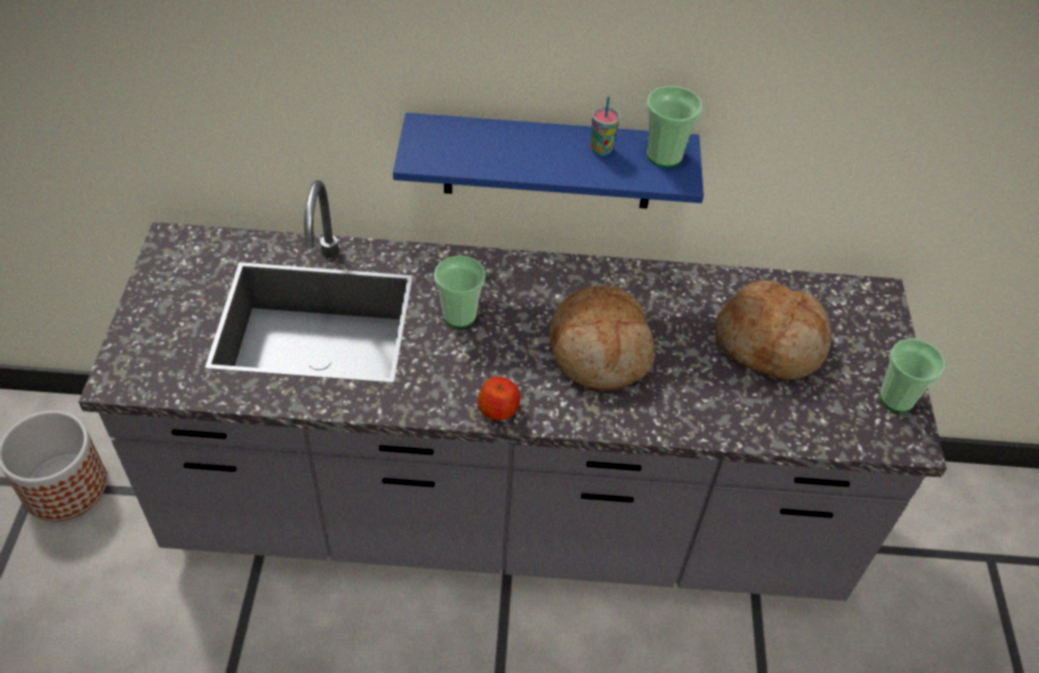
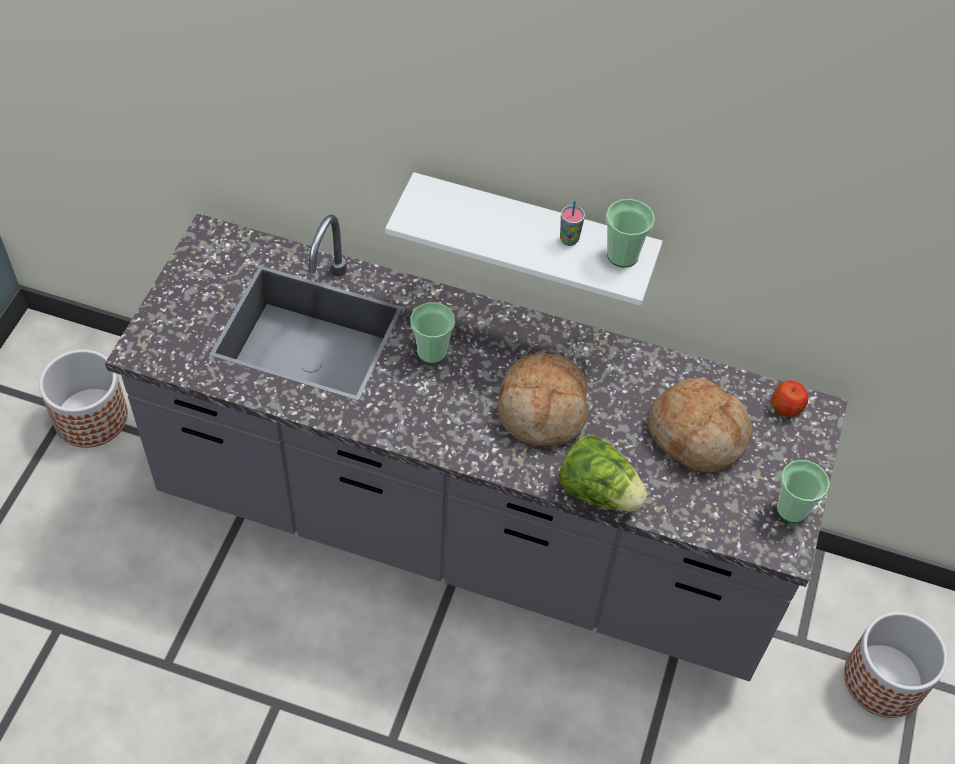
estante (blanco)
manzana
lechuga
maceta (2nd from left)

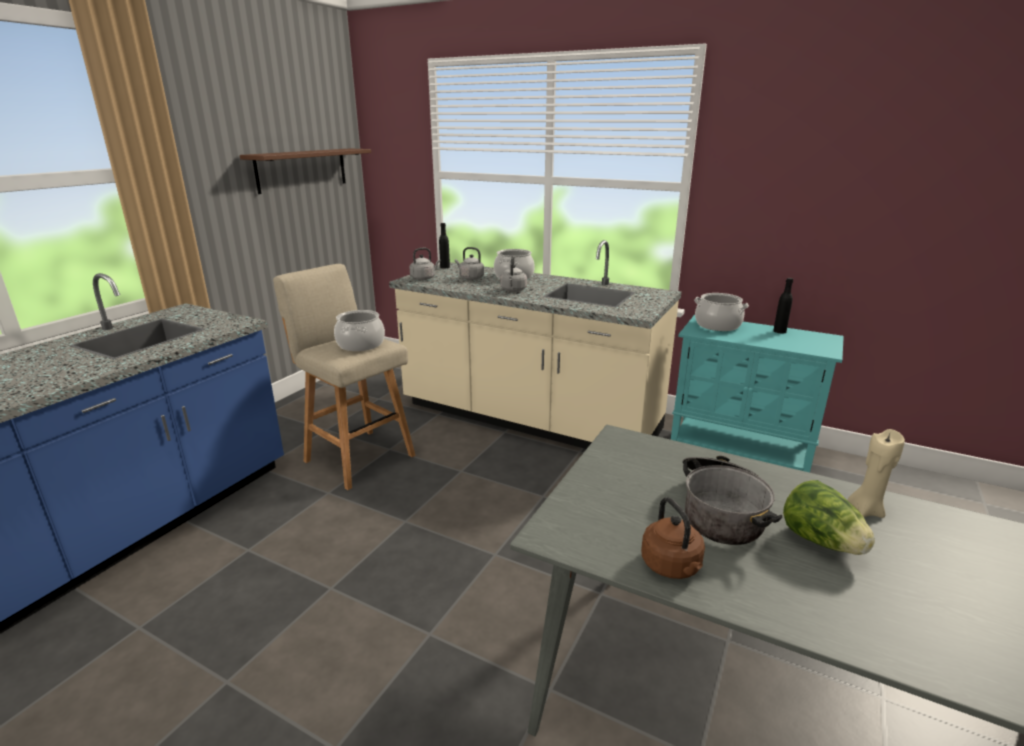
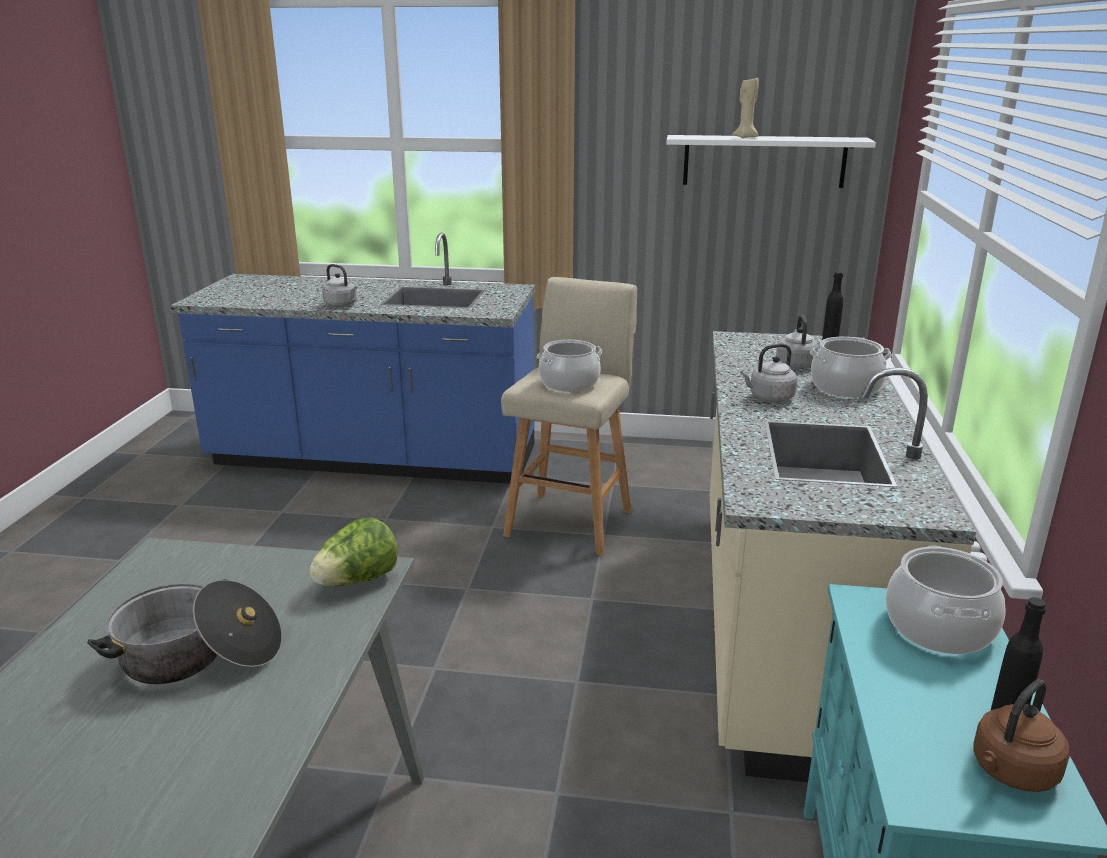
estante (blanco)
hervidor (gris) (1st from left)
vela (beis)
lechuga
hervidor (marrón)

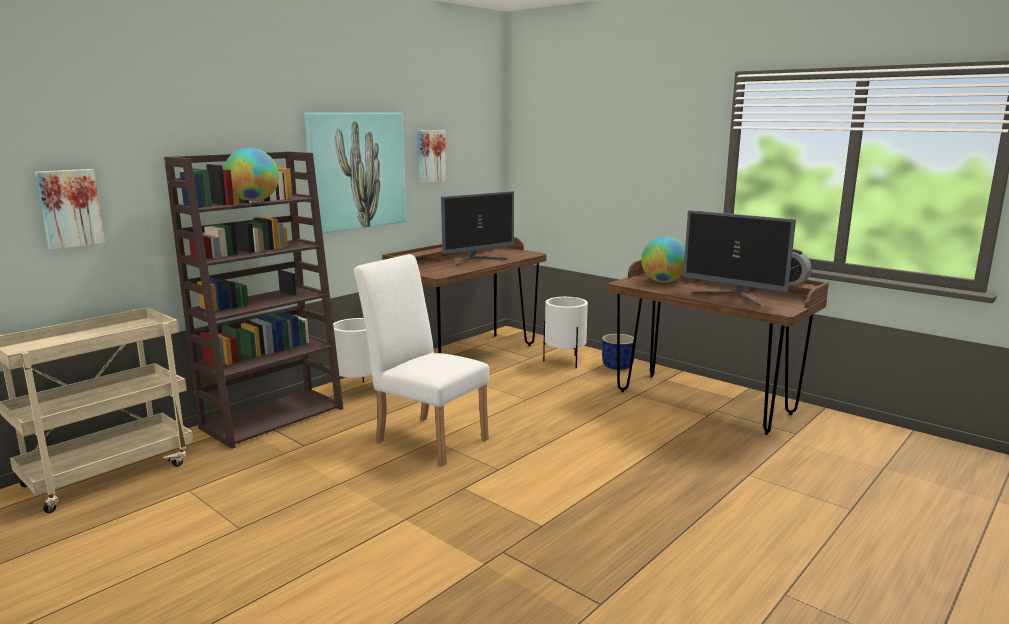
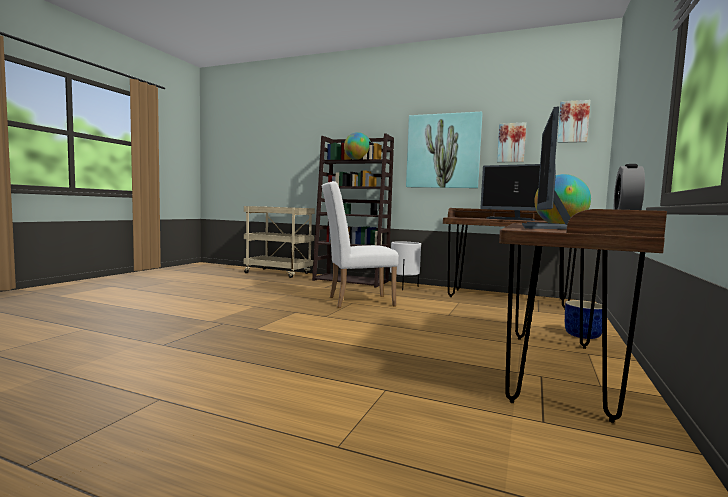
cuadro (3rd from left)
silla (blanco)
maceta (blanco) (2nd from left in the first image)

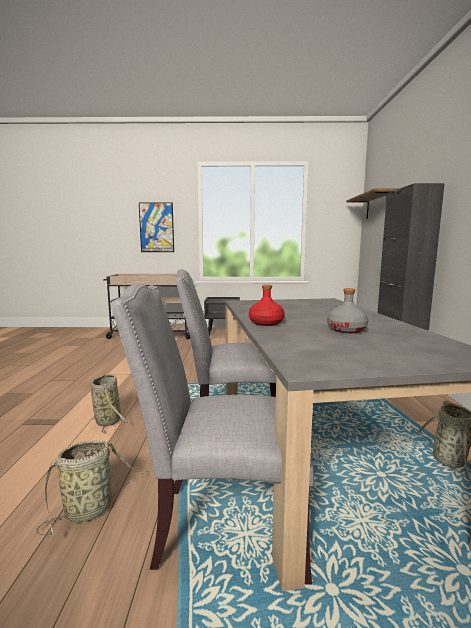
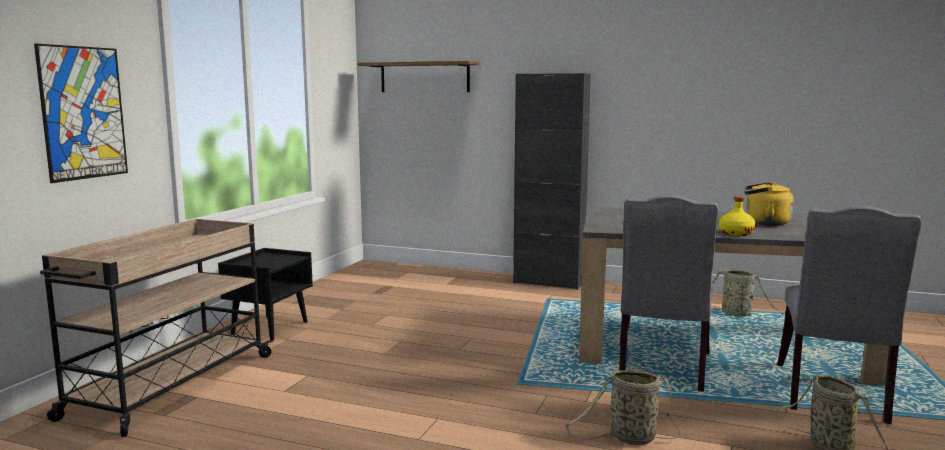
botella (amarillo)
hervidor (amarillo)

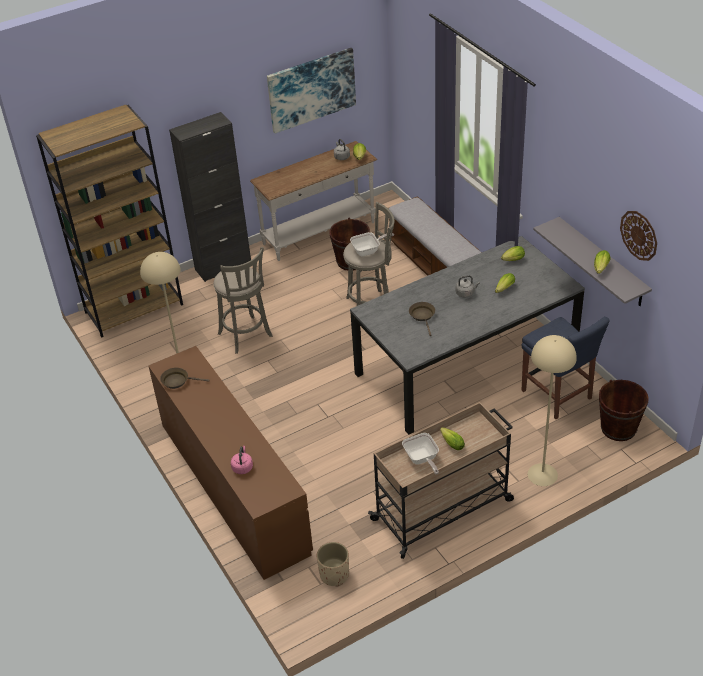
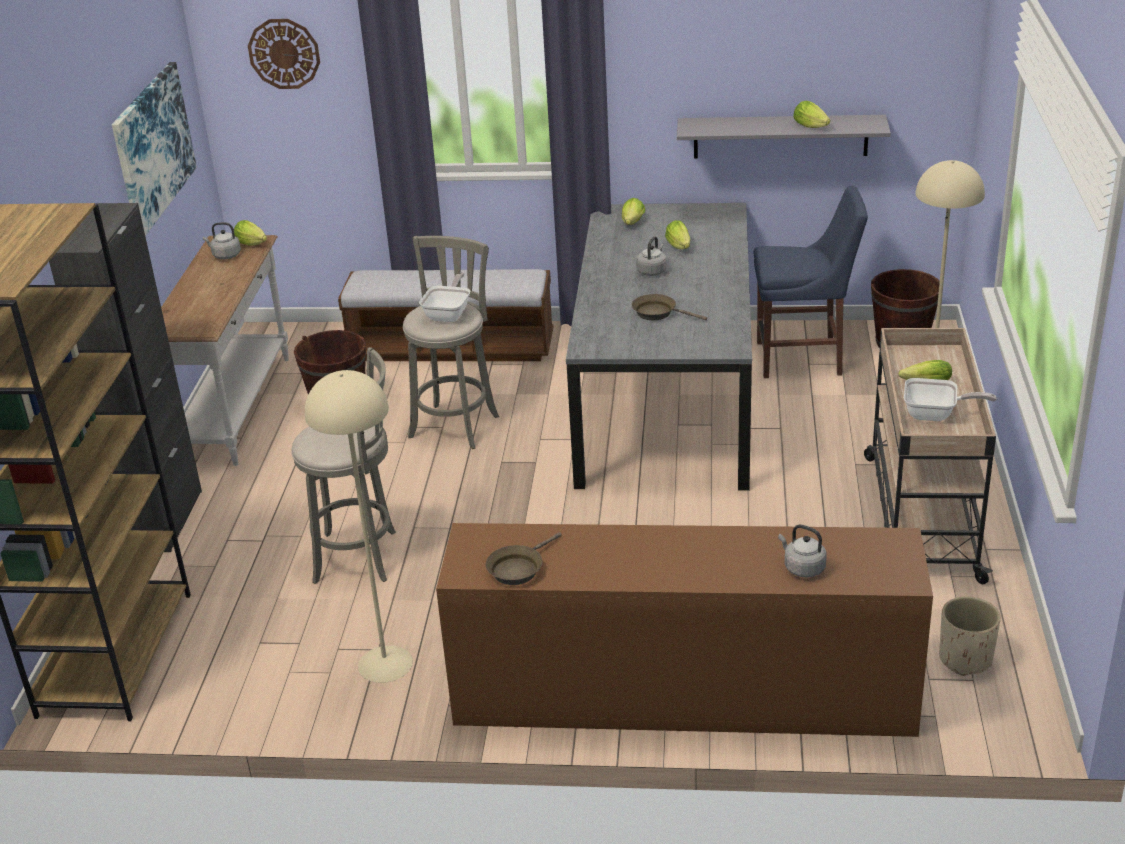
reloj de pared
hervidor (gris) (3rd from left)

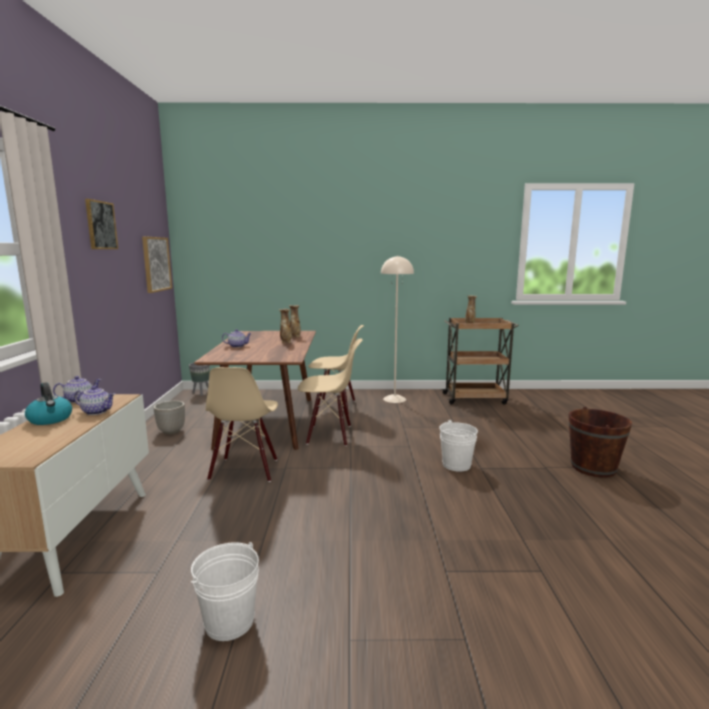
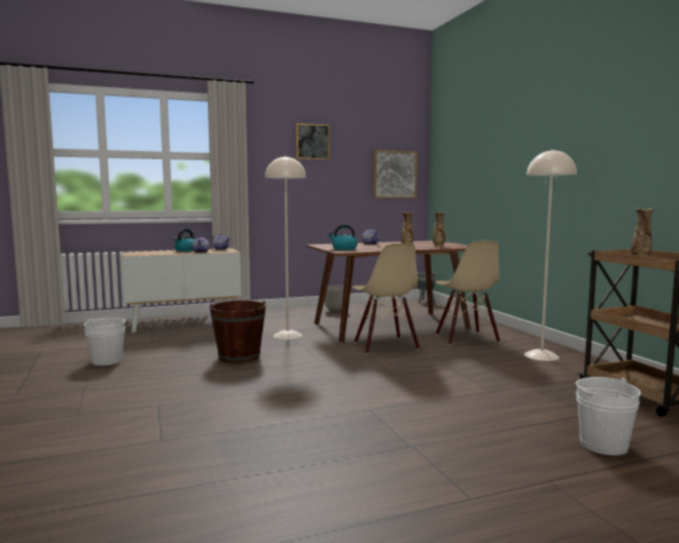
lámpara de pie (beis) (1st from left)
cubo (marrón)
cubo (blanco) (2nd from left)
hervidor (2nd from left)

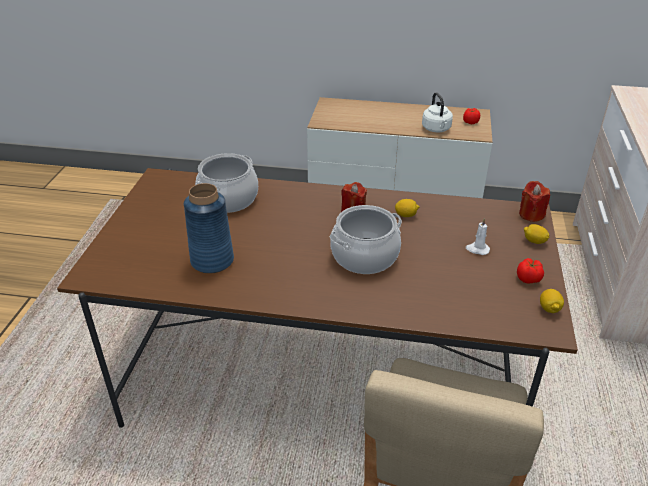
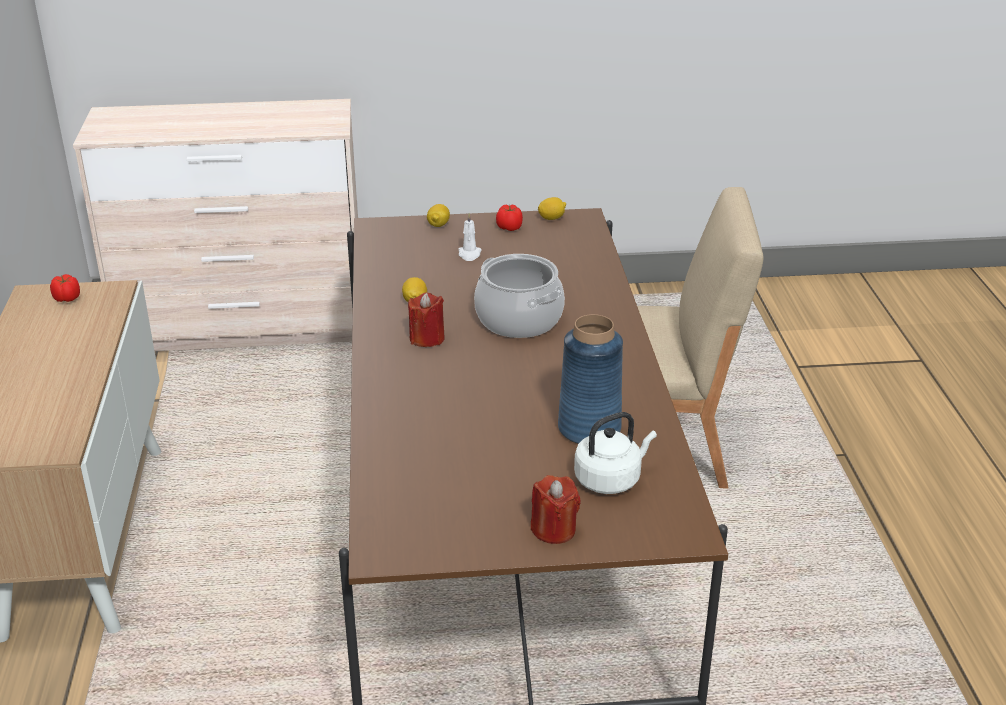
hervidor (blanco)
olla (1st from left in the first image)
vela (rojo) (2nd from left)

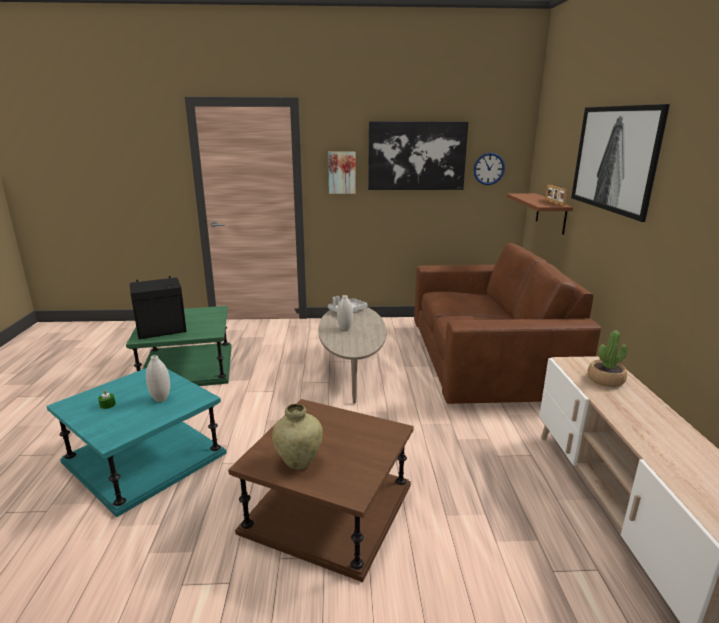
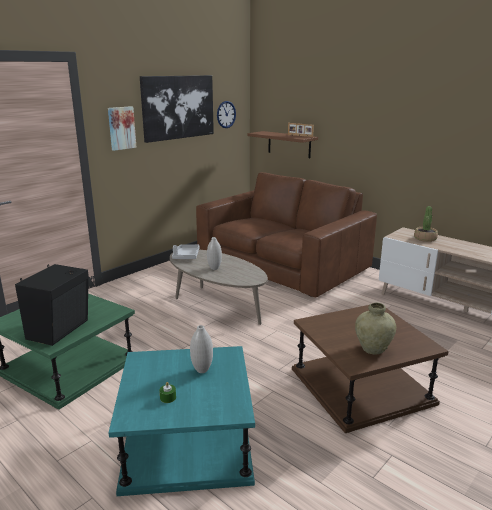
cuadro (3rd from left in the first image)

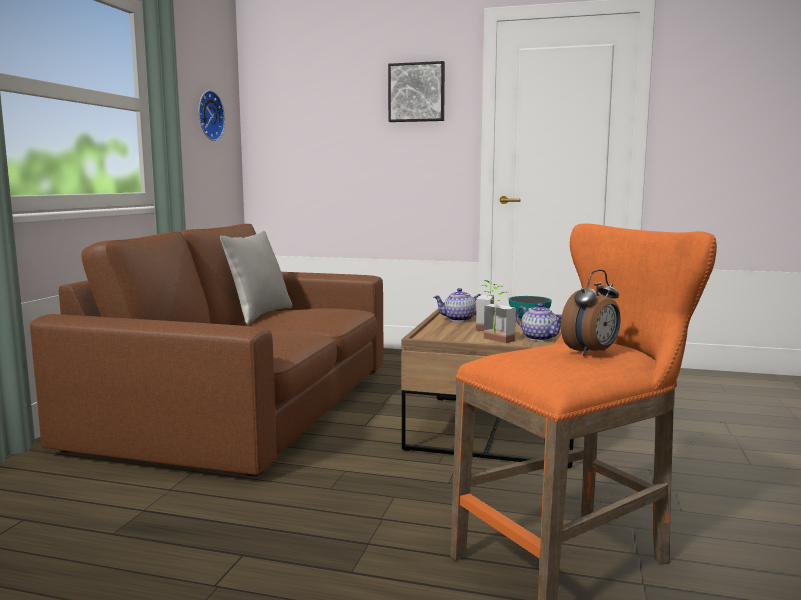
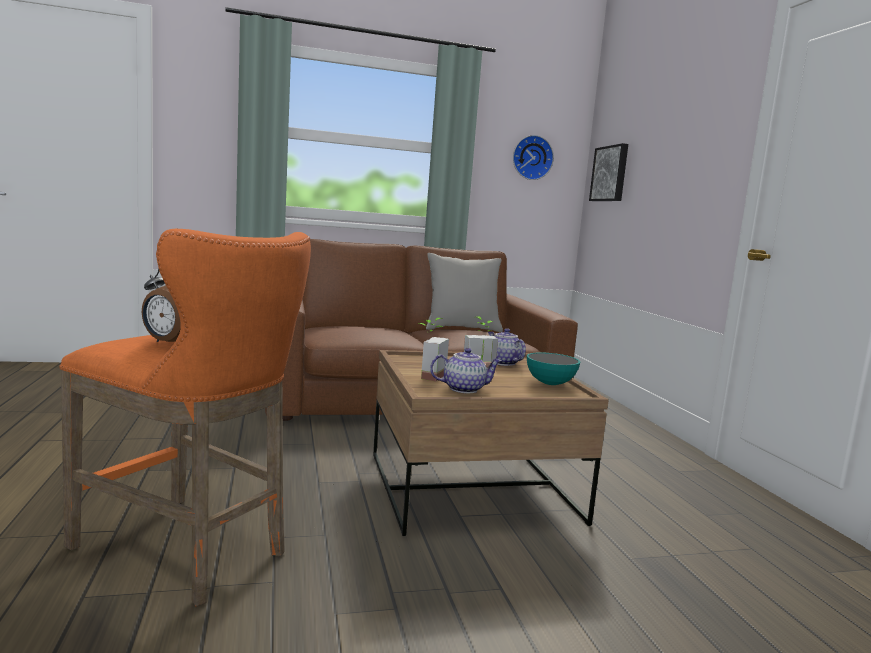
cuadro
tetera (1st from left)

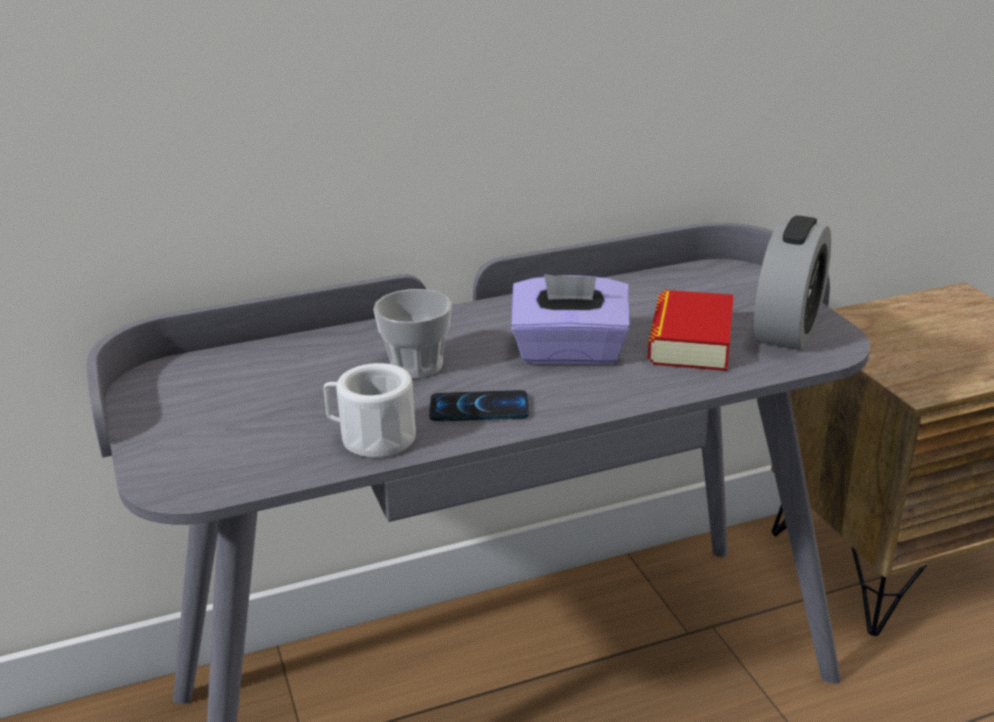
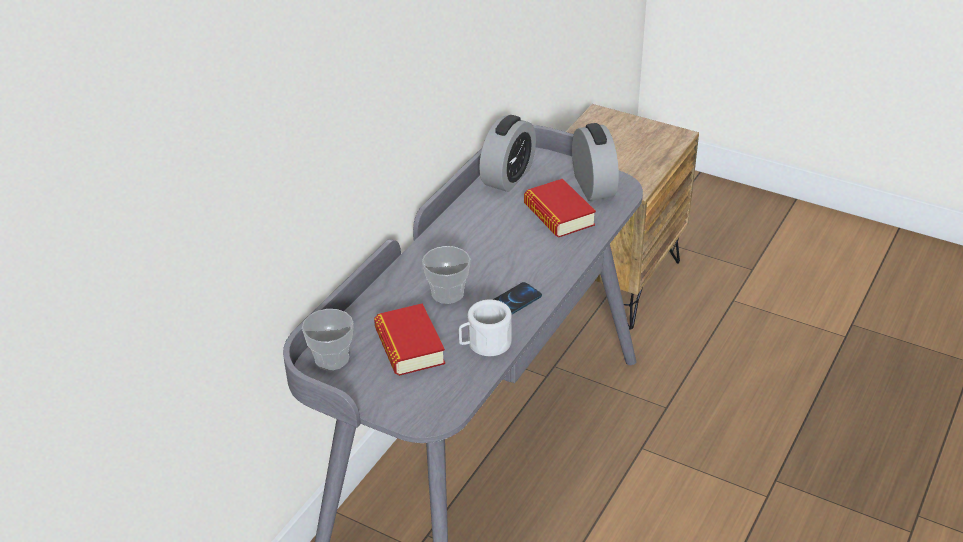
caja de pañuelos (morado)
despertador (1st from left)
libro (1st from left)
taza (1st from left)

